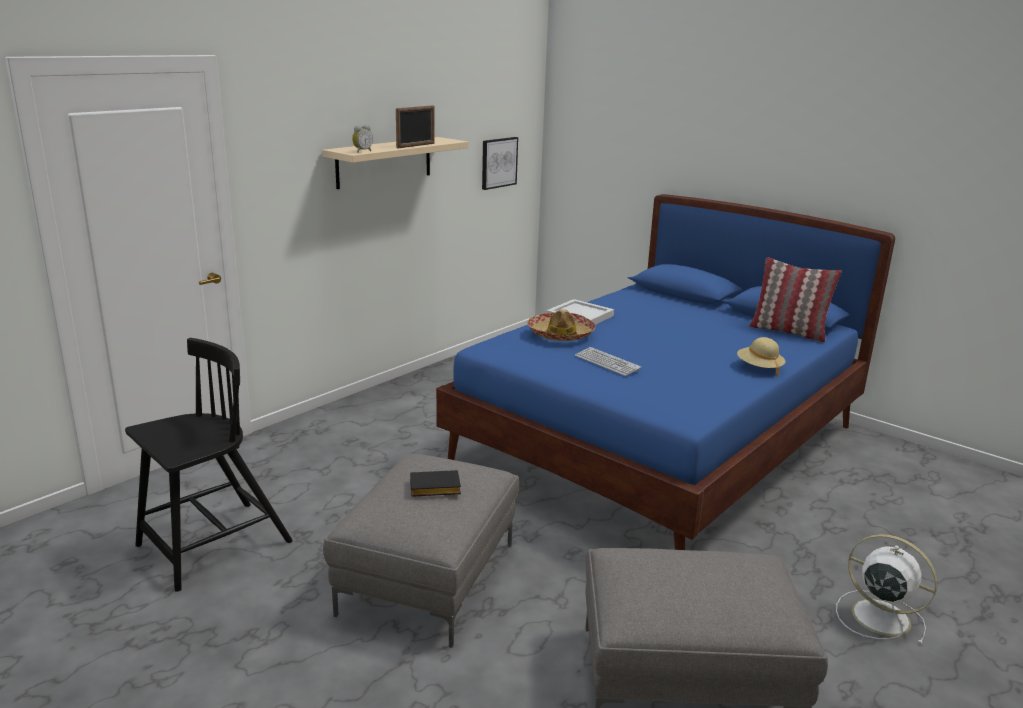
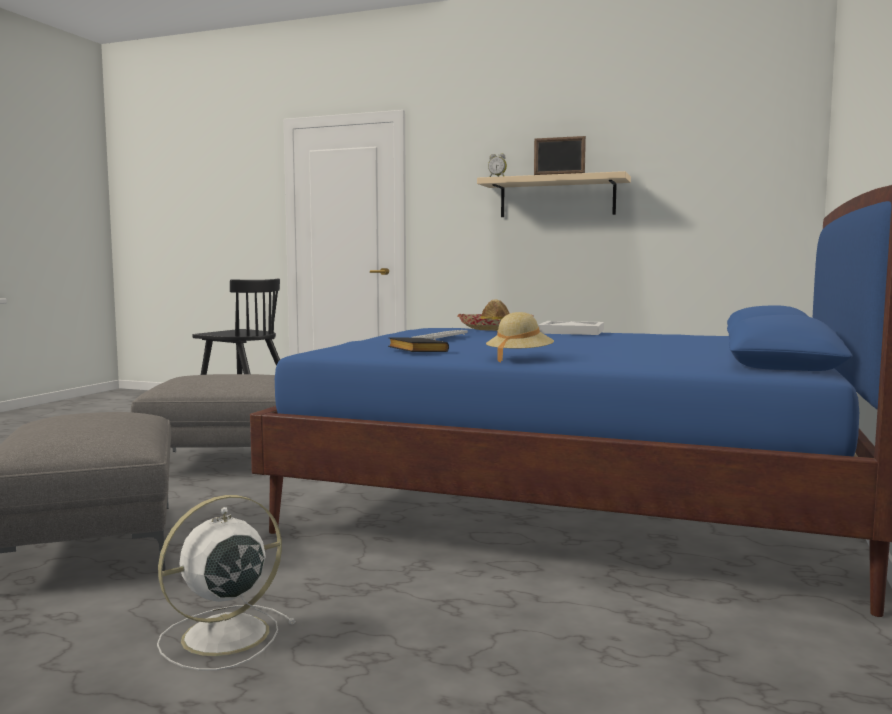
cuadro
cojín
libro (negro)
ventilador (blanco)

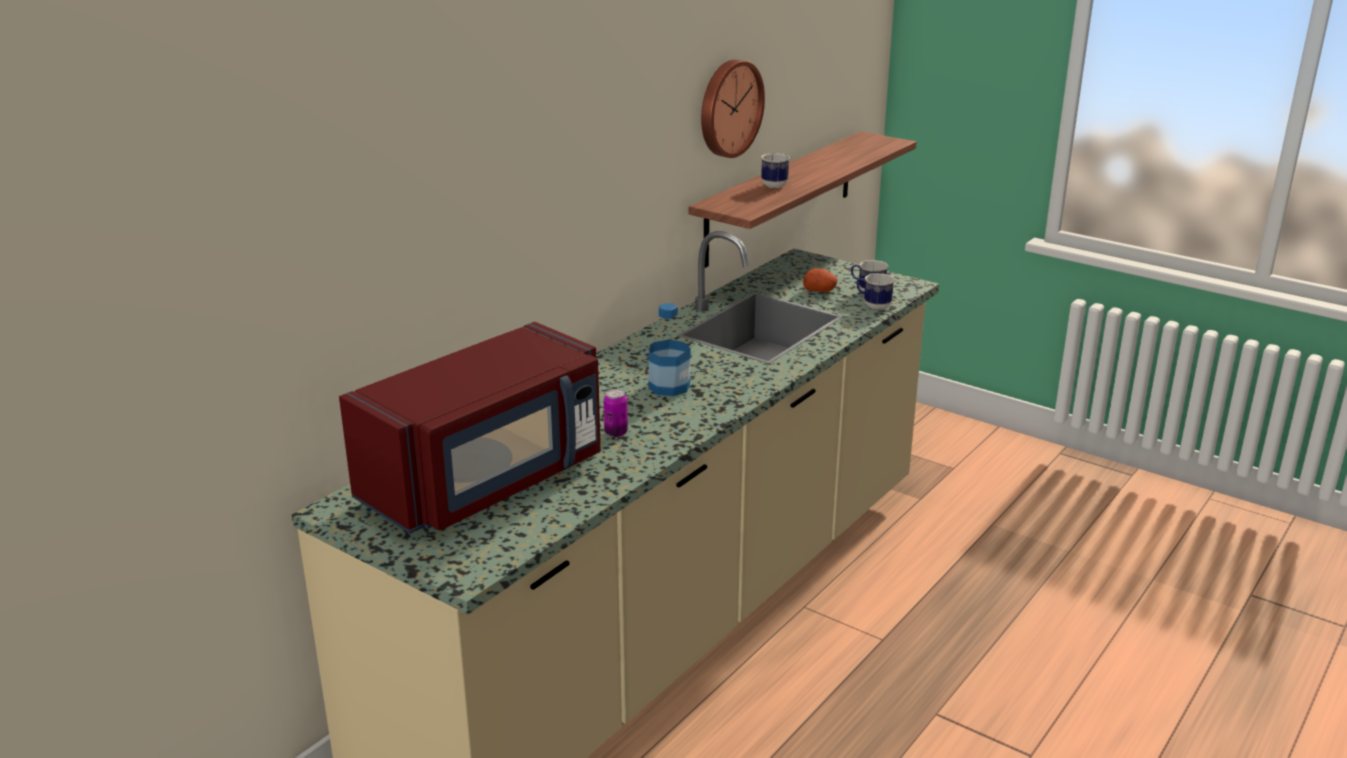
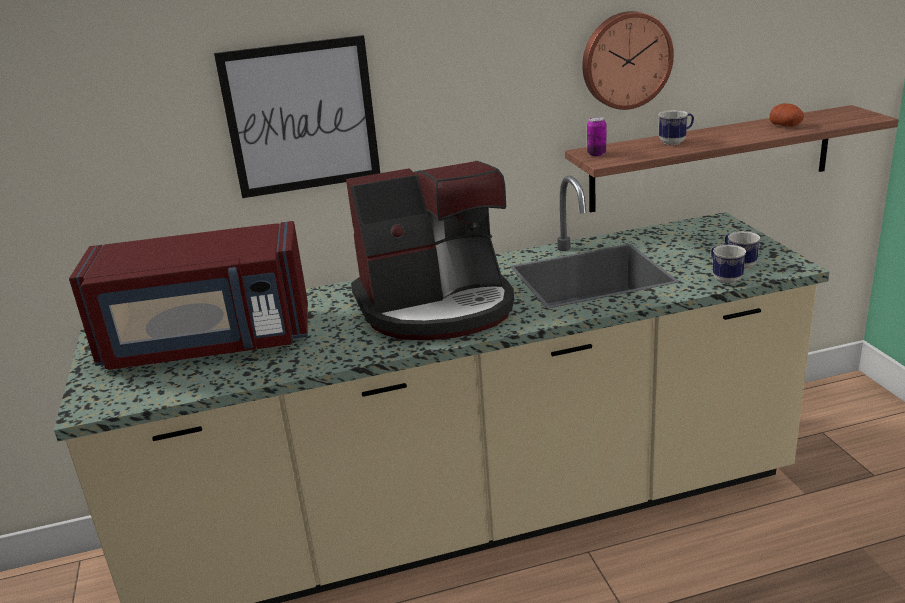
patata
cafetera
lata
cuadro

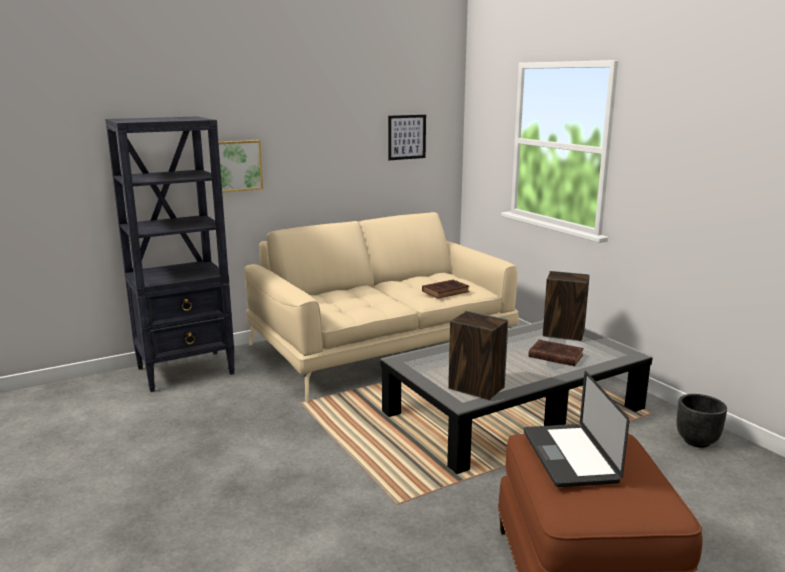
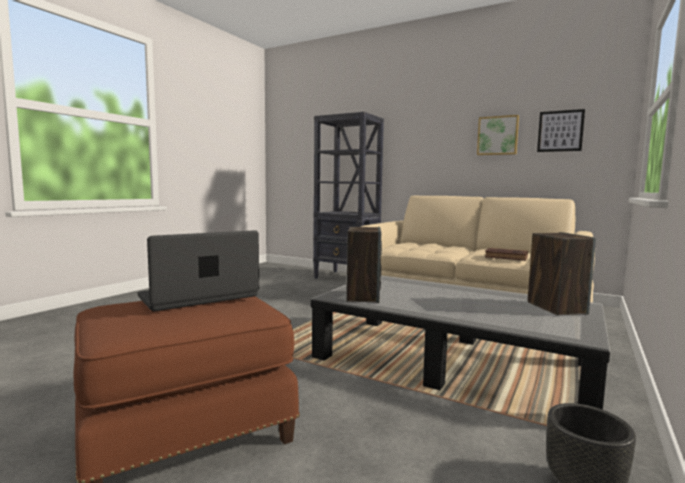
cuadro (1st from left)
libro (marrón) (2nd from left in the first image)

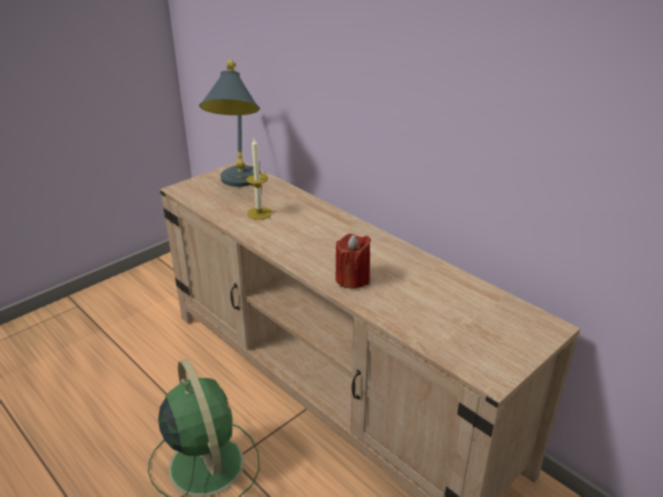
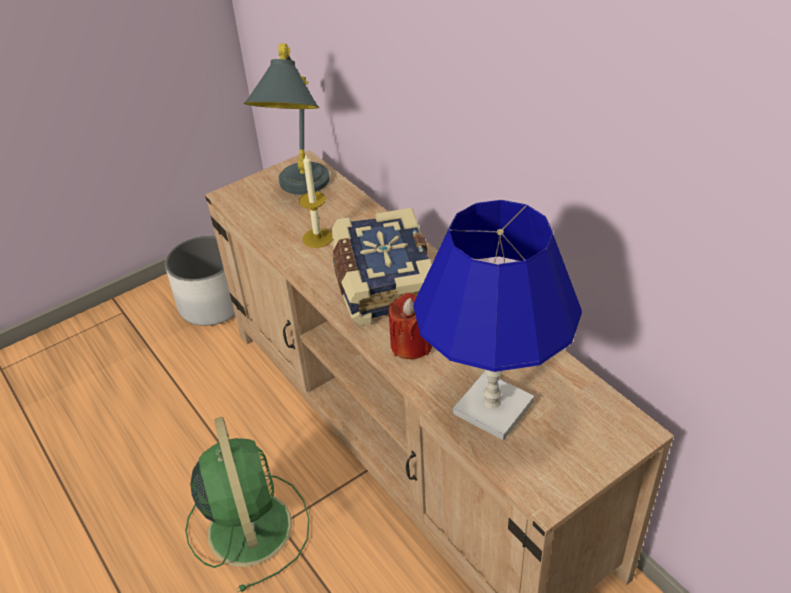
lámpara de mesa (azul)
libro
maceta (blanco)

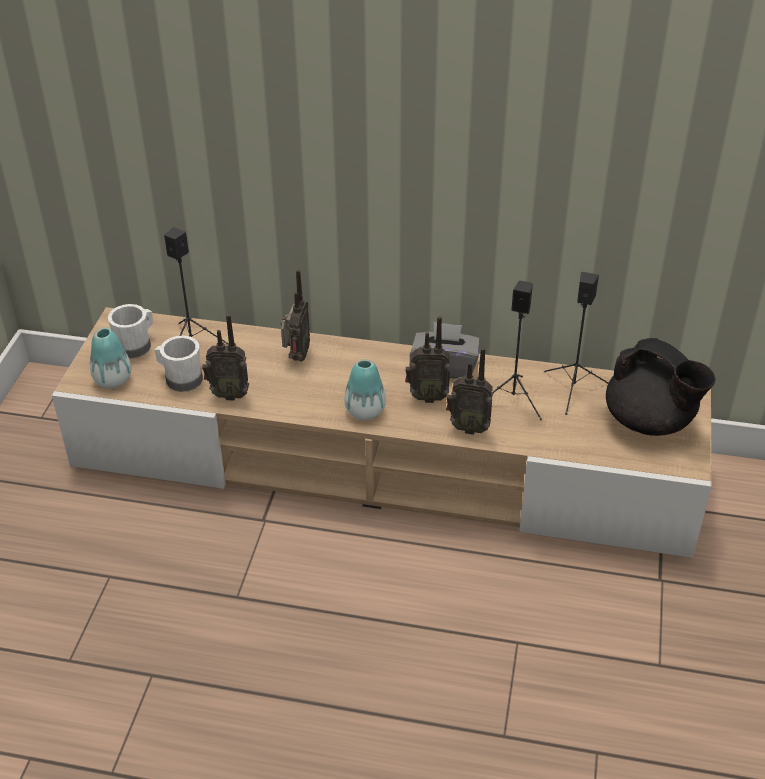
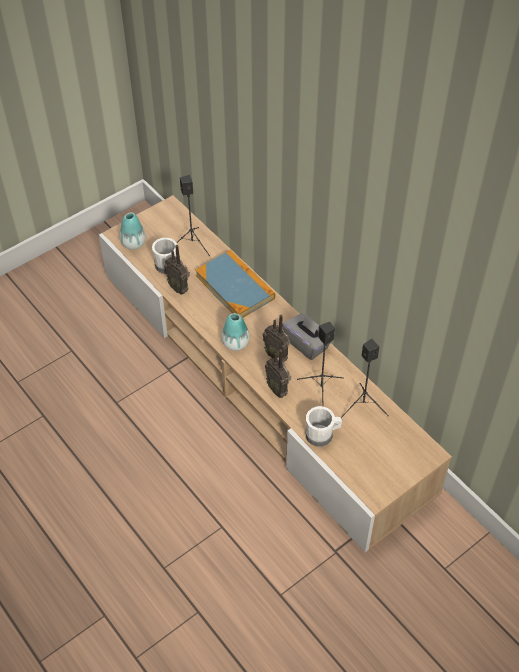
libro
taza grande (blanco) (2nd from left)
tetera (negro)

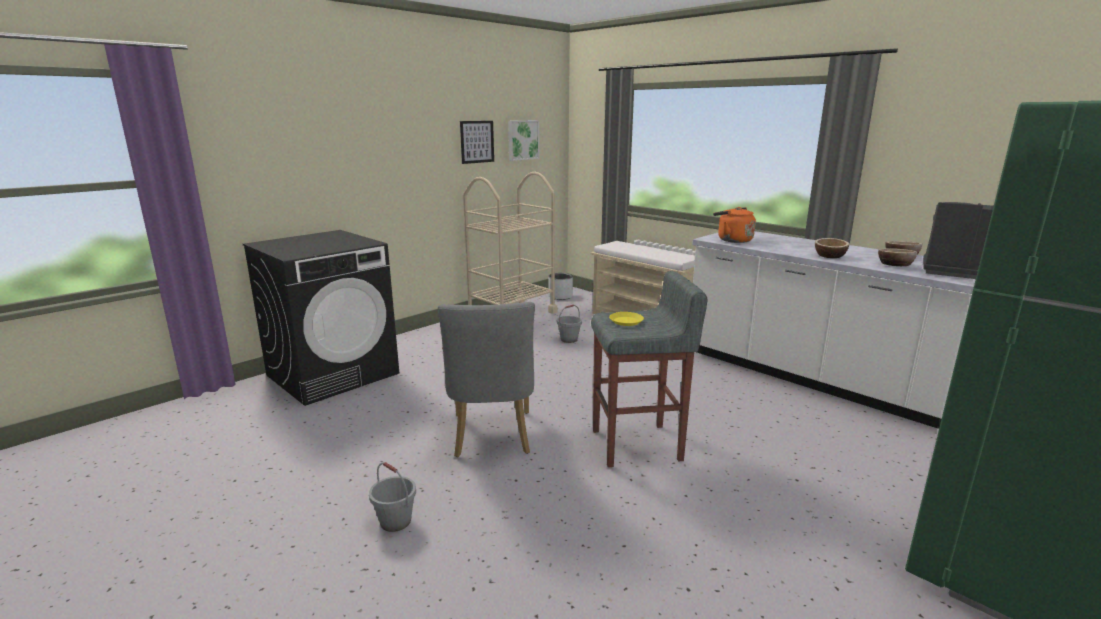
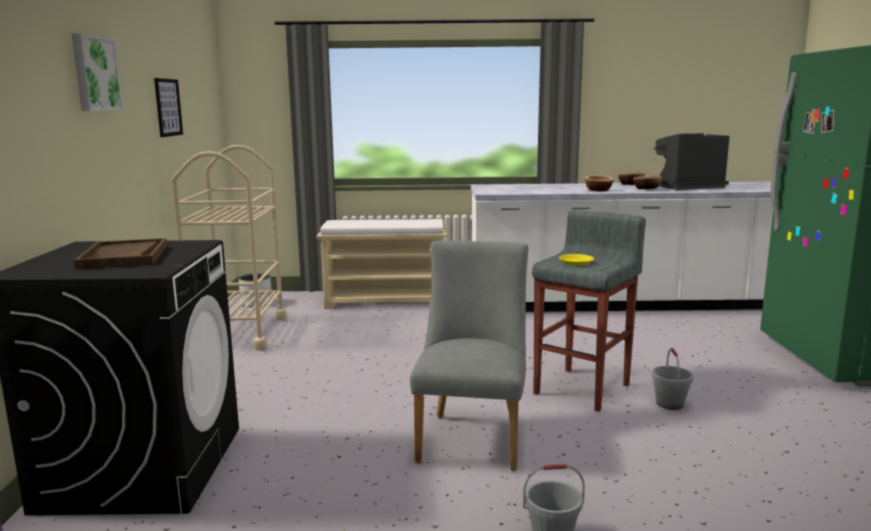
cuadro (1st from left)
hervidor (naranja)
silla (gris)
cubo (gris) (2nd from left)
bandeja (marrón)

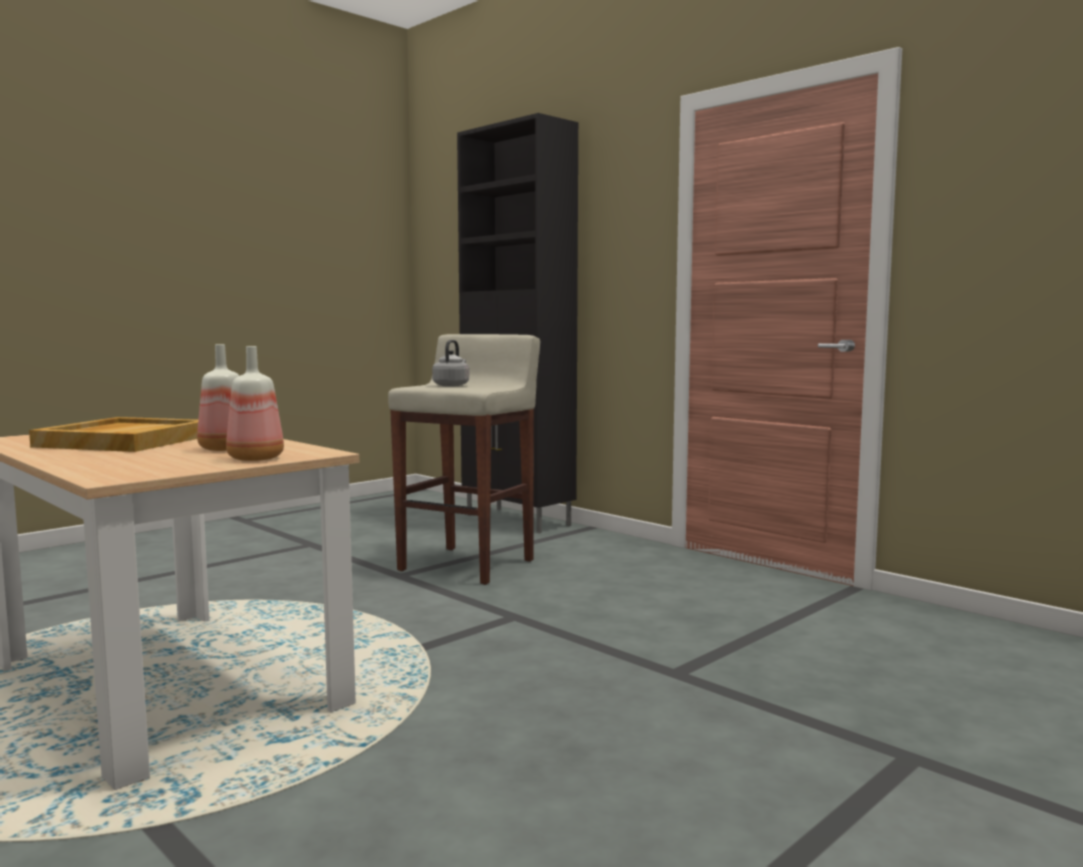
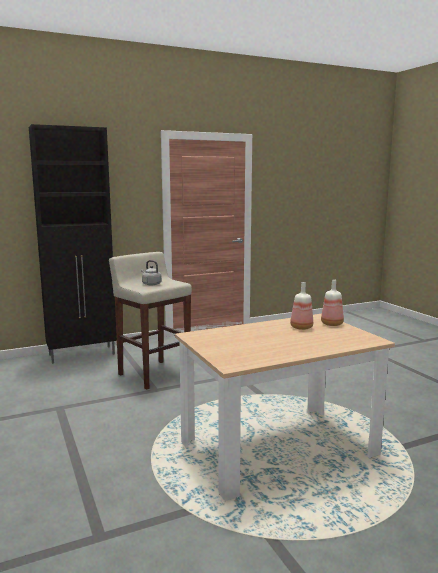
bandeja (beis)

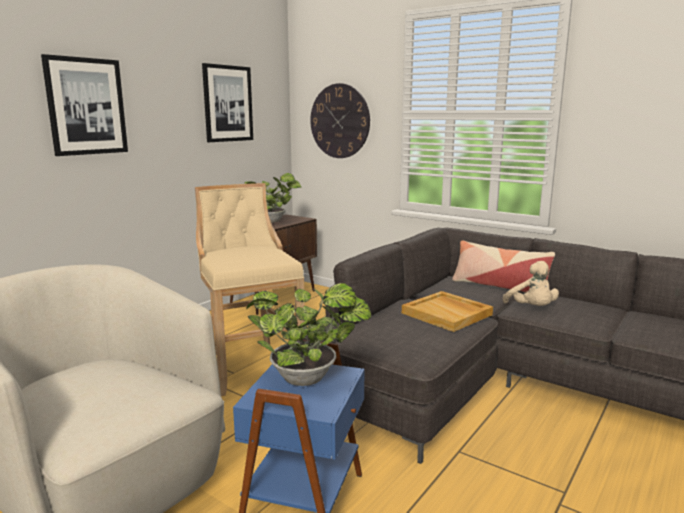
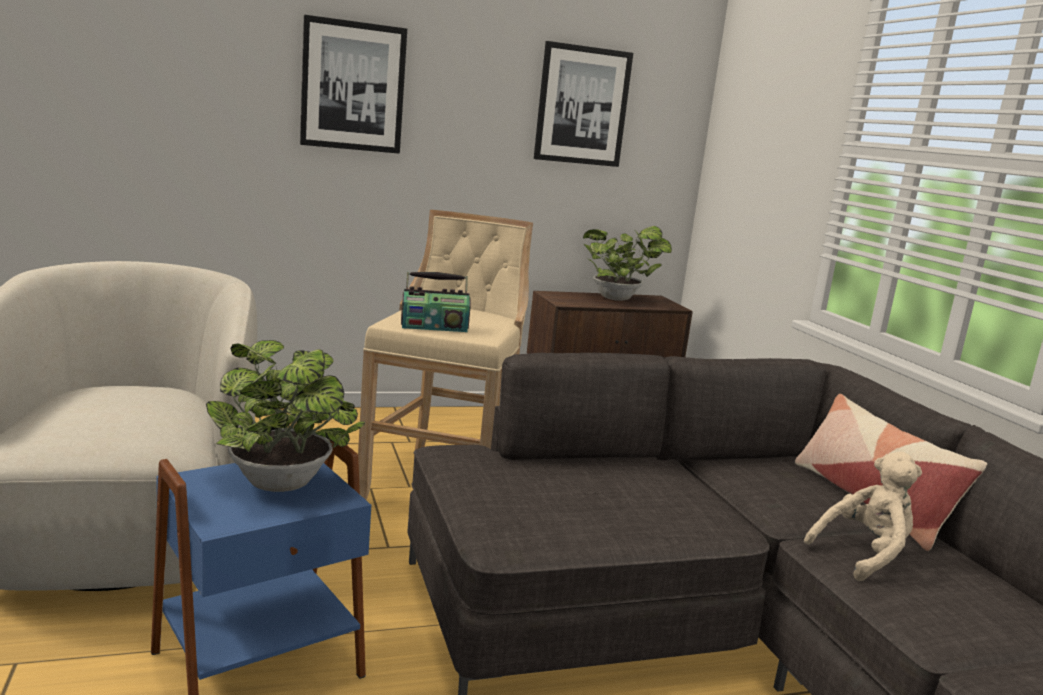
reloj de pared
peluche (beis)
bandeja (beis)
radio

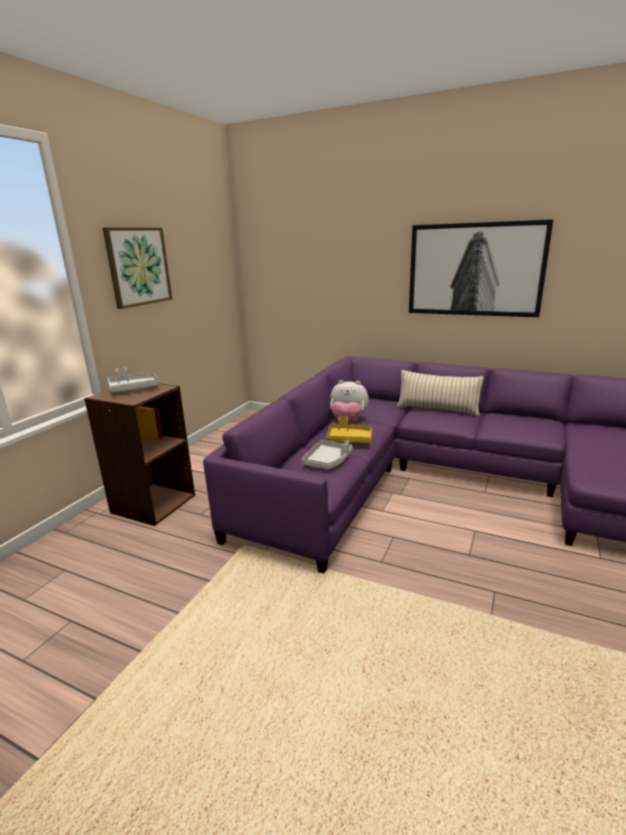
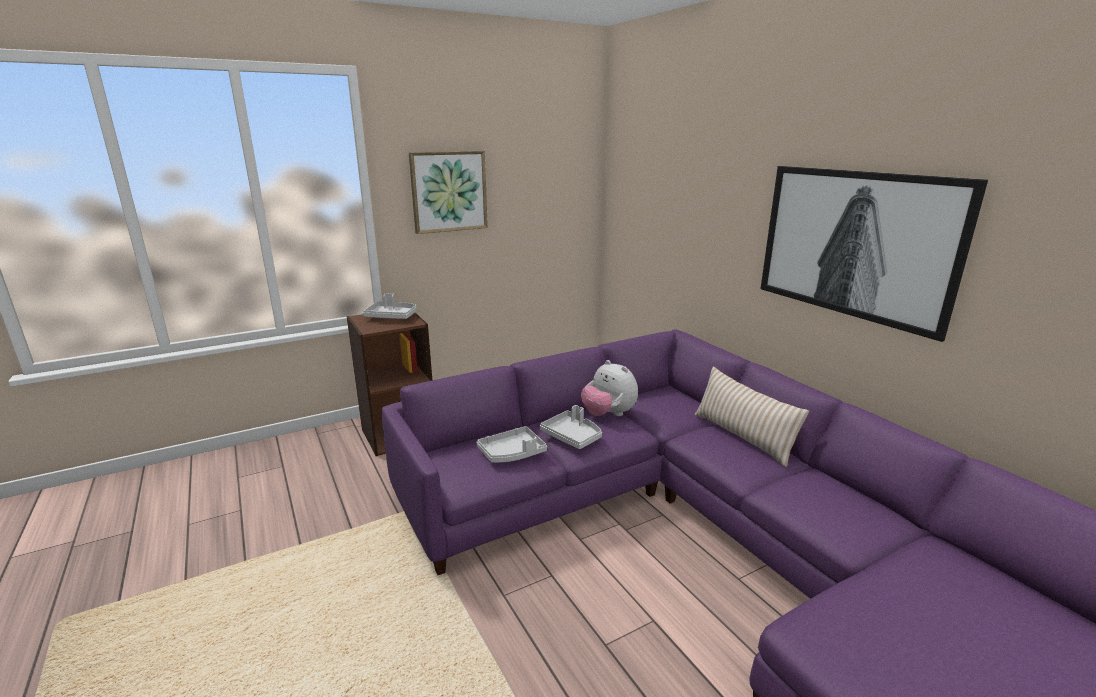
bandeja (gris) (3rd from left)

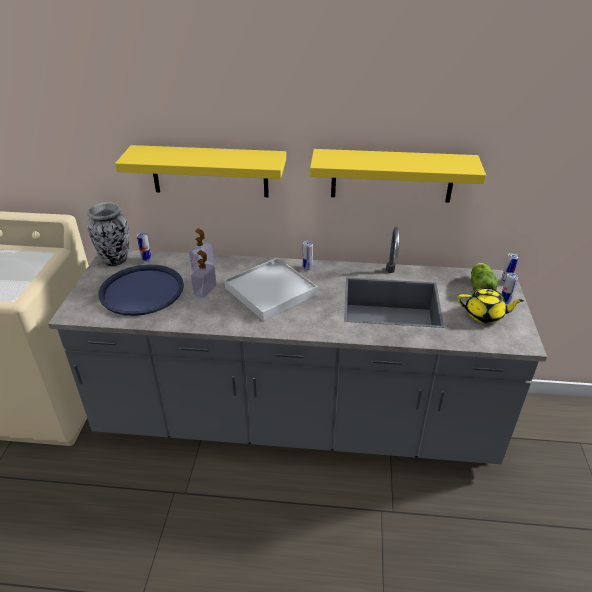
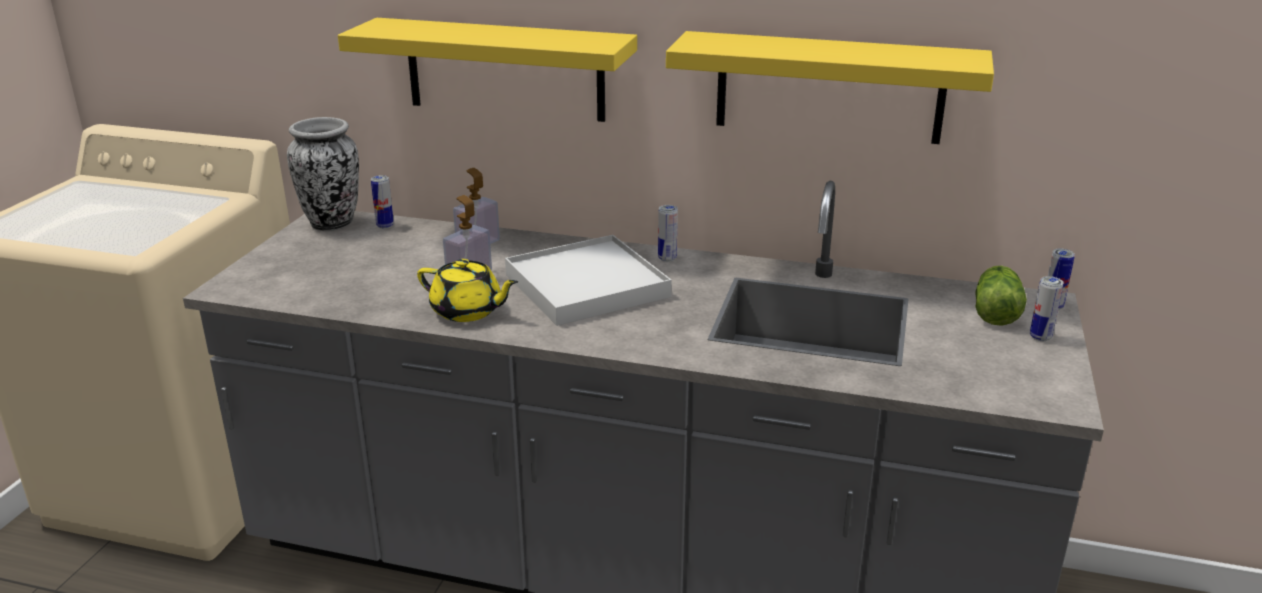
bandeja (azul)
tetera (amarillo)

